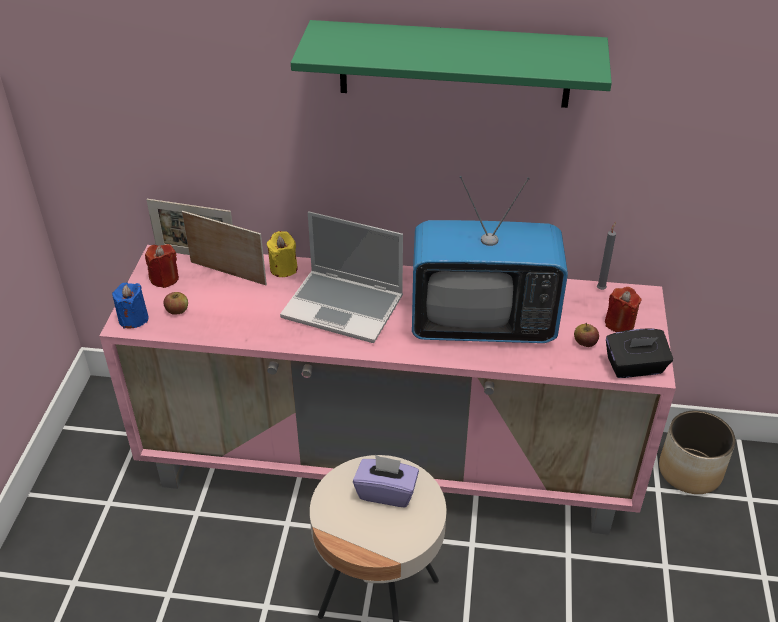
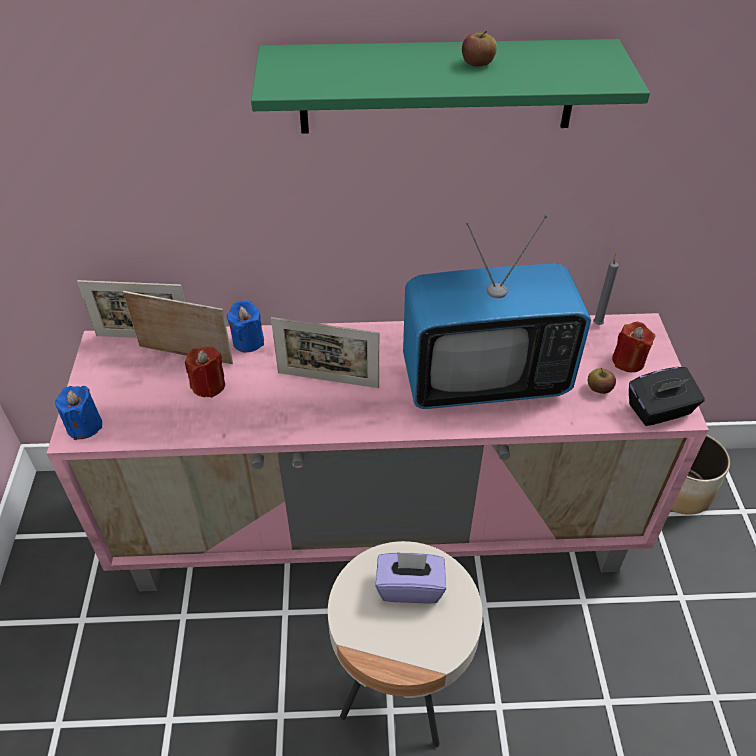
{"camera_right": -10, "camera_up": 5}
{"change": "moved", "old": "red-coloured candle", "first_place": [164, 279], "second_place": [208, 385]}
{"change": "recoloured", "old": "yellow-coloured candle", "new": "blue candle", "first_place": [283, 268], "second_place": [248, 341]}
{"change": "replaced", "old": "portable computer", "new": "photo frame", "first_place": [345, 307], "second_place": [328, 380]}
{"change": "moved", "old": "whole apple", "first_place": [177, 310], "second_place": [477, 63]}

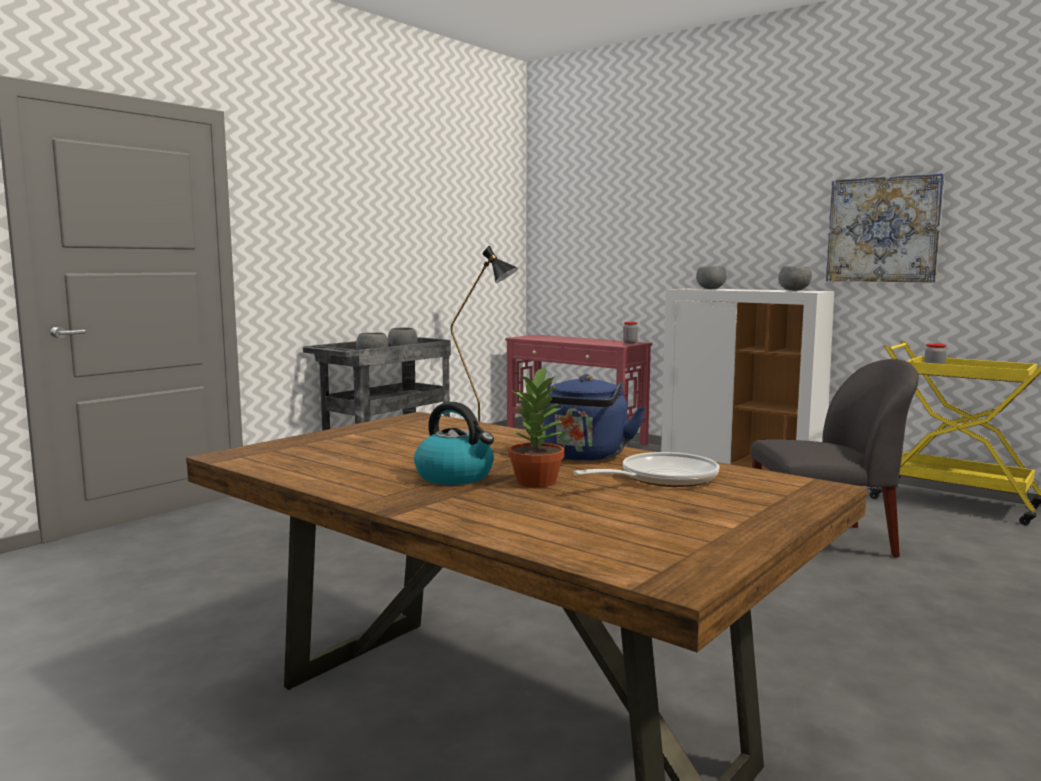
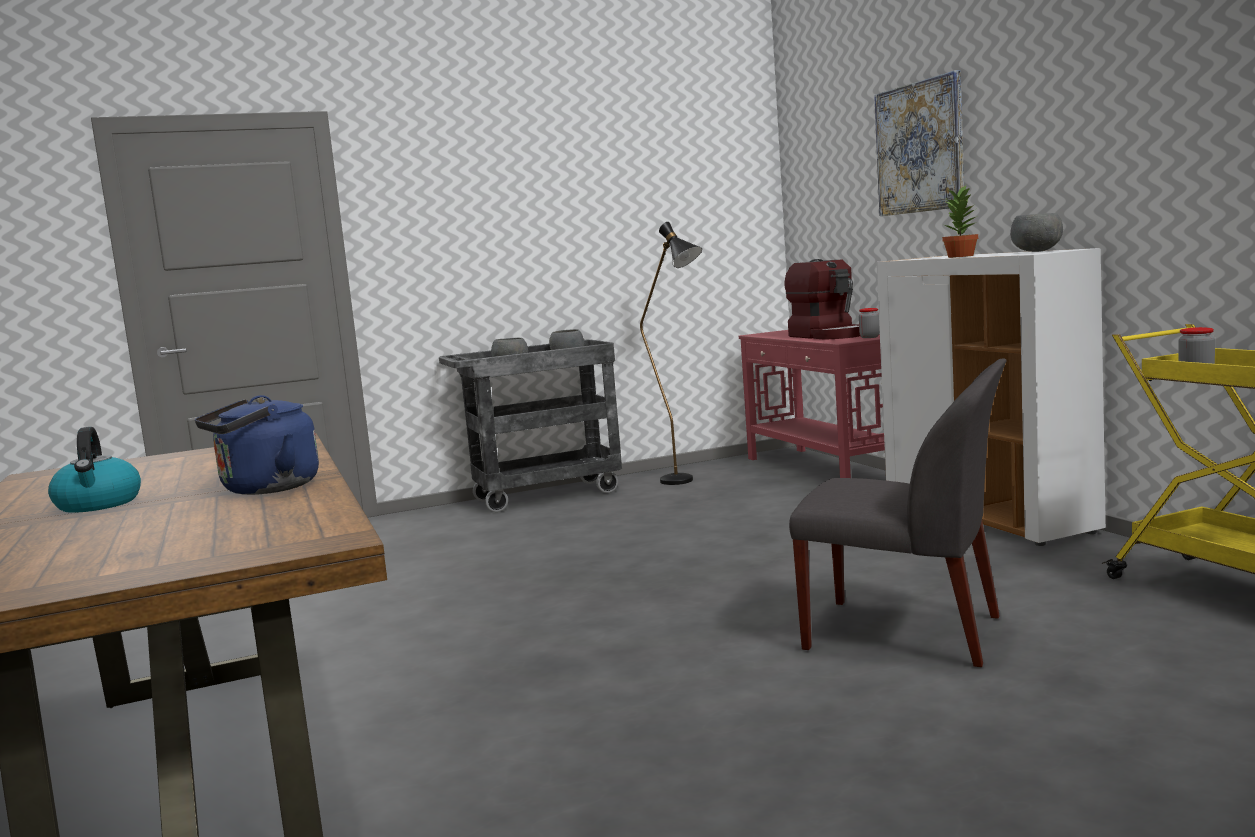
{"camera_right": 30, "camera_up": 0}
{"change": "added", "new": "coffee maker", "second_place": [828, 335]}
{"change": "moved", "old": "wall picture", "first_place": [883, 229], "second_place": [920, 148]}
{"change": "moved", "old": "potted plant", "first_place": [537, 482], "second_place": [961, 256]}
{"change": "removed", "old": "pan", "first_place": [661, 479]}
{"change": "removed", "old": "gray bowl", "first_place": [711, 289]}

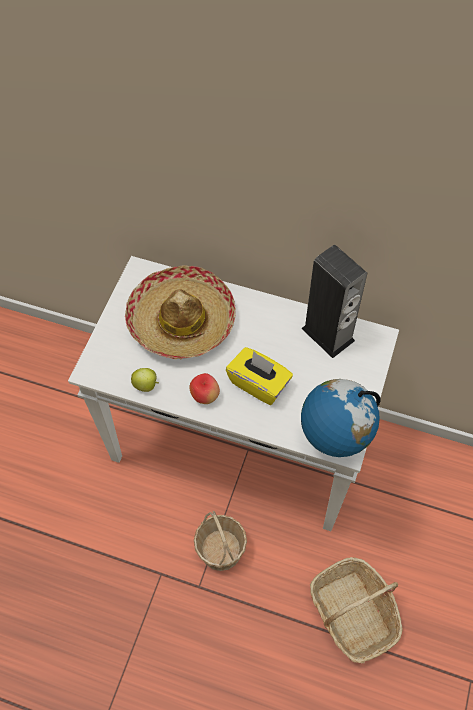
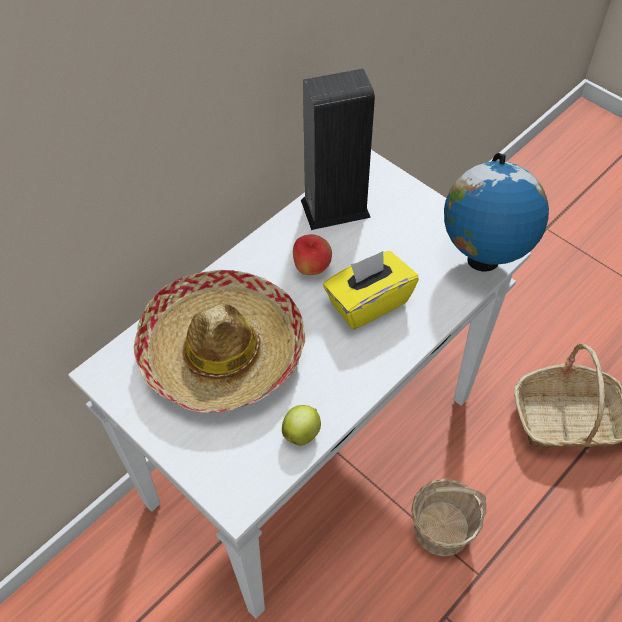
{"camera_right": -65, "camera_up": -5}
{"change": "moved", "old": "whole apple", "first_place": [205, 396], "second_place": [311, 268]}

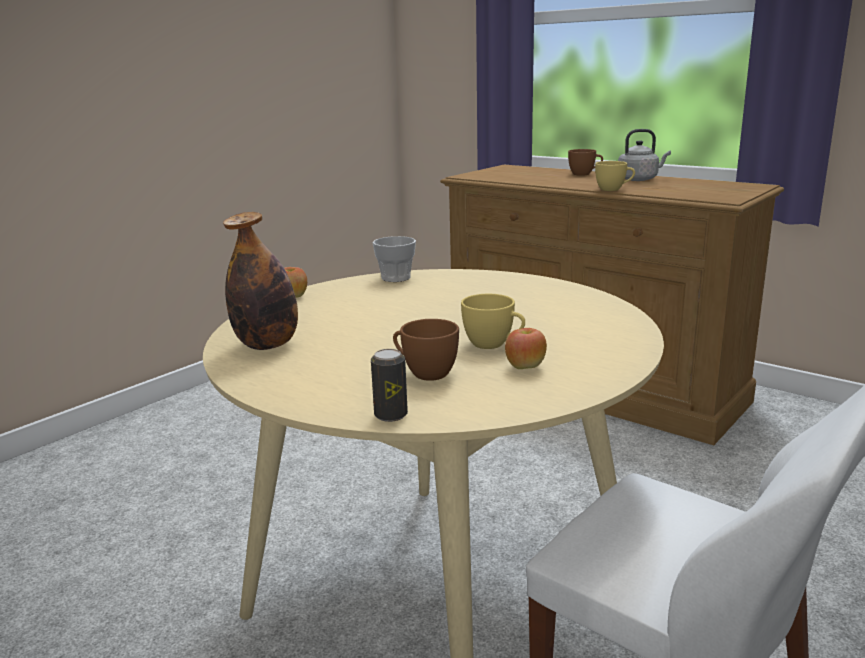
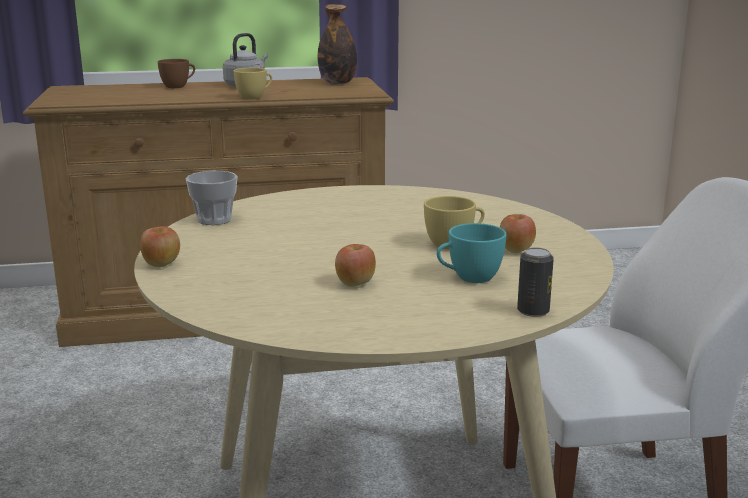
{"camera_right": -50, "camera_up": 0}
{"change": "moved", "old": "bottle", "first_place": [267, 345], "second_place": [337, 83]}
{"change": "added", "new": "whole apple", "second_place": [355, 284]}
{"change": "recoloured", "old": "brown-coloured small cup", "new": "blue-green small cup", "first_place": [424, 373], "second_place": [468, 278]}

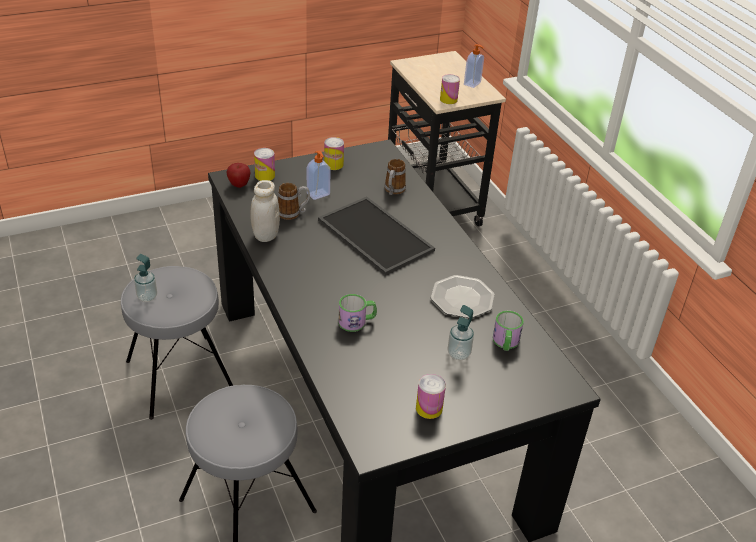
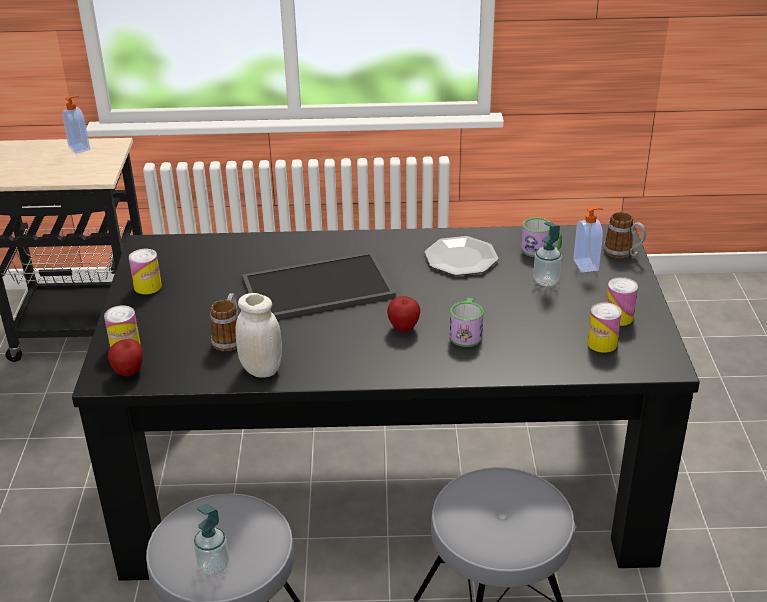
{"camera_right": -65, "camera_up": -5}
{"change": "added", "new": "whole apple", "second_place": [404, 328]}
{"change": "moved", "old": "liquid soap bottle", "first_place": [318, 194], "second_place": [586, 265]}
{"change": "moved", "old": "sealed can", "first_place": [448, 99], "second_place": [602, 343]}
{"change": "moved", "old": "coffee mug", "first_place": [393, 191], "second_place": [623, 253]}

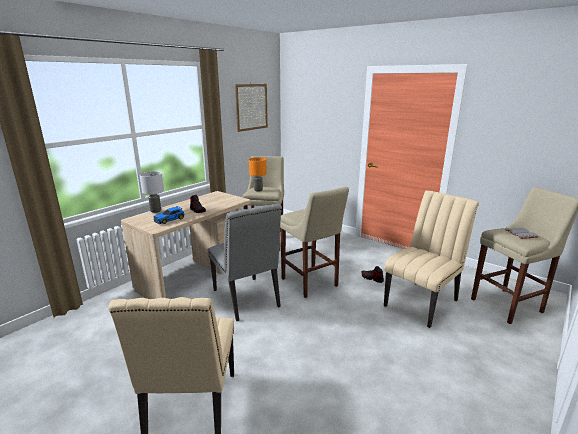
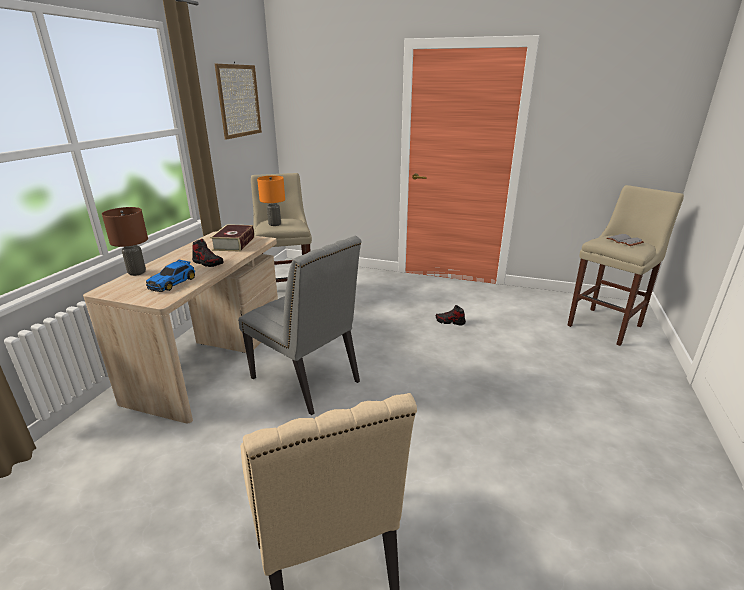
{"camera_right": -20, "camera_up": 5}
{"change": "recoloured", "old": "white tabletop lamp", "new": "brown-coloured tabletop lamp", "first_place": [156, 211], "second_place": [137, 273]}
{"change": "added", "new": "bound book", "second_place": [234, 243]}
{"change": "removed", "old": "sand-coloured sitting stool", "first_place": [310, 283]}
{"change": "removed", "old": "sand-coloured upright chair", "first_place": [421, 303]}

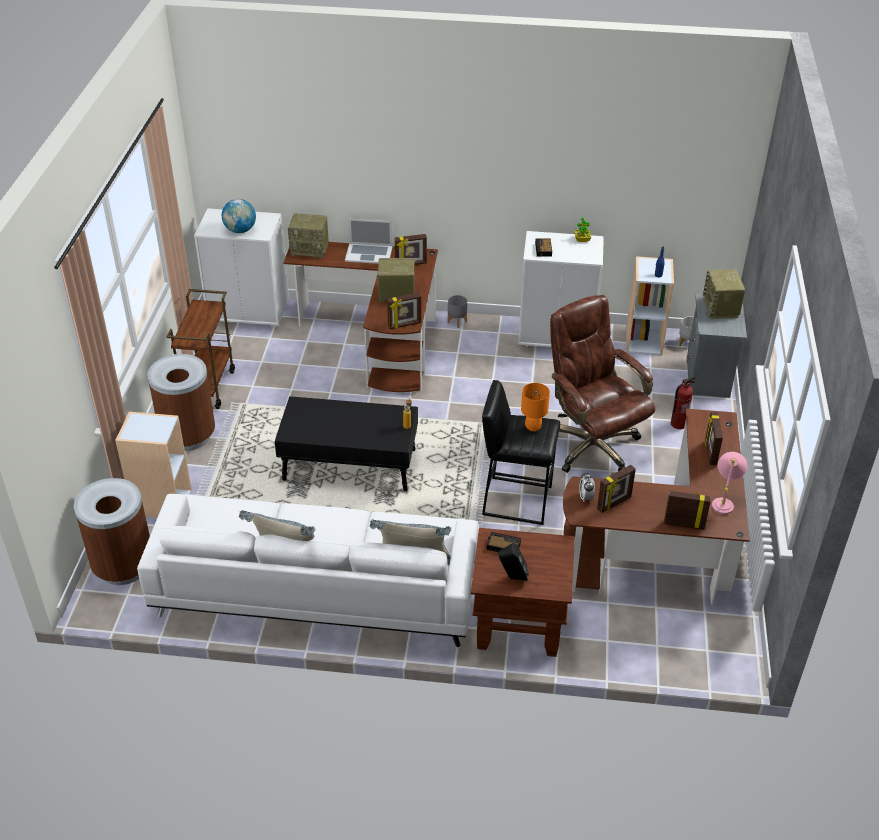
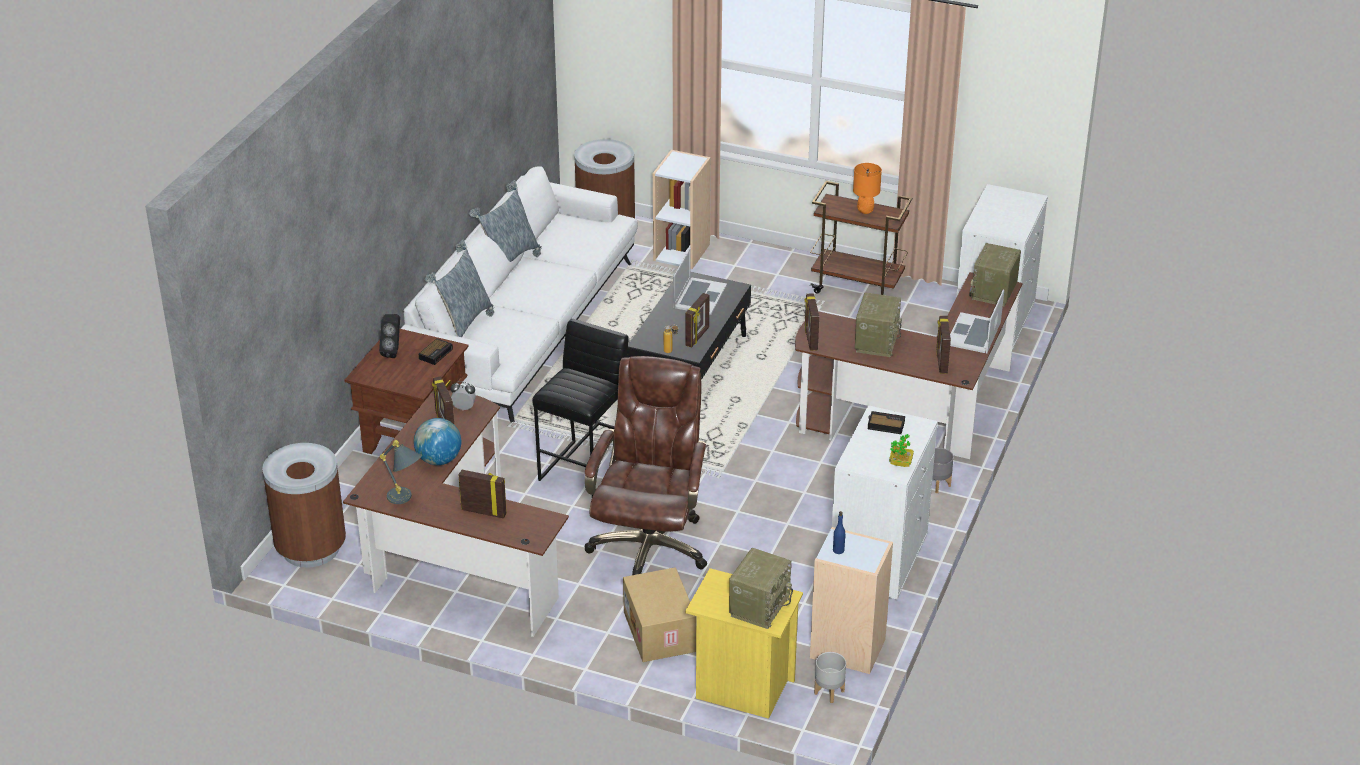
{"camera_right": 105, "camera_up": -5}
{"change": "moved", "old": "brown-coloured rubbish bin", "first_place": [188, 436], "second_place": [311, 548]}
{"change": "recoloured", "old": "pinkish tabletop lamp", "new": "gray tabletop lamp", "first_place": [724, 501], "second_place": [406, 500]}
{"change": "moved", "old": "globe", "first_place": [240, 230], "second_place": [439, 460]}
{"change": "turned", "old": "brown-coloured computer chair", "first_place": [592, 445], "second_place": [649, 547], "degrees": -60}
{"change": "replaced", "old": "extinguisher", "new": "cardboard box", "first_place": [678, 423], "second_place": [661, 632]}
{"change": "added", "new": "portable computer", "second_place": [699, 296]}
{"change": "moved", "old": "photo frame", "first_place": [684, 524], "second_place": [698, 337]}
{"change": "recoloured", "old": "gray night table", "new": "yellow-coloured night table", "first_place": [708, 379], "second_place": [741, 688]}
{"change": "turned", "old": "radio set", "first_place": [721, 308], "second_place": [759, 606], "degrees": 105}
{"change": "moved", "old": "orangey tabletop lamp", "first_place": [533, 427], "second_place": [866, 211]}

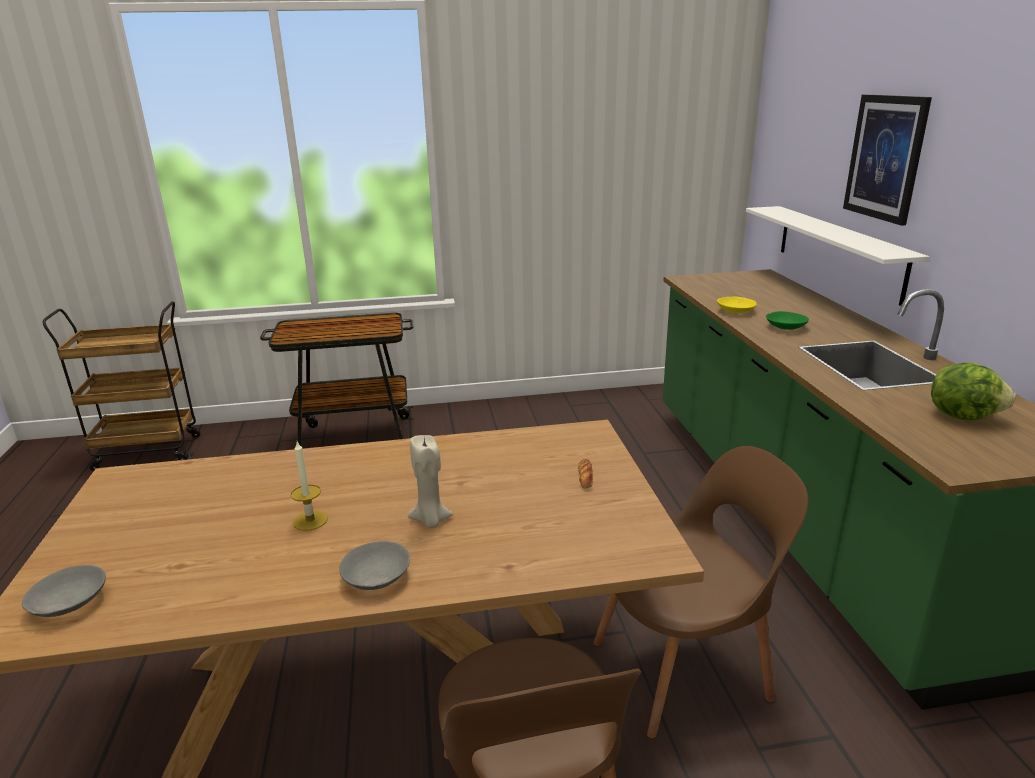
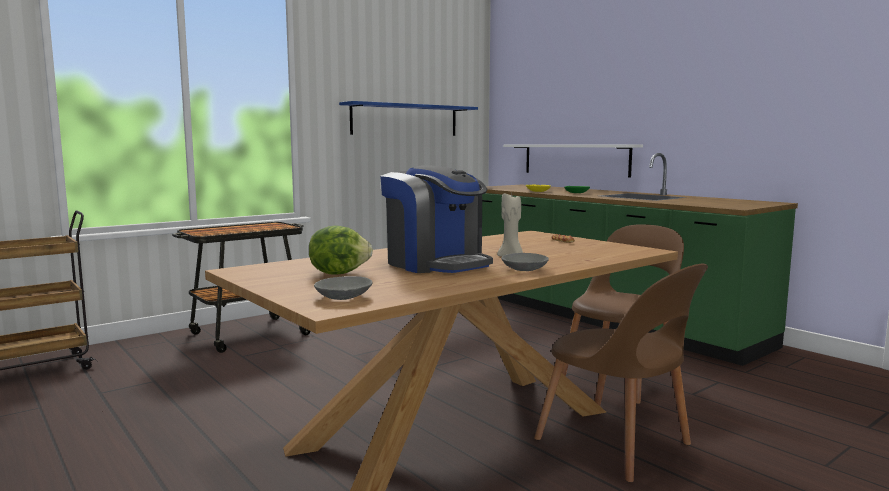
{"camera_right": -30, "camera_up": -15}
{"change": "moved", "old": "head of lettuce", "first_place": [962, 415], "second_place": [339, 273]}
{"change": "added", "new": "blue wall shelf", "second_place": [405, 120]}
{"change": "replaced", "old": "candle", "new": "coffee maker", "first_place": [310, 520], "second_place": [436, 264]}
{"change": "removed", "old": "wall picture", "first_place": [885, 157]}

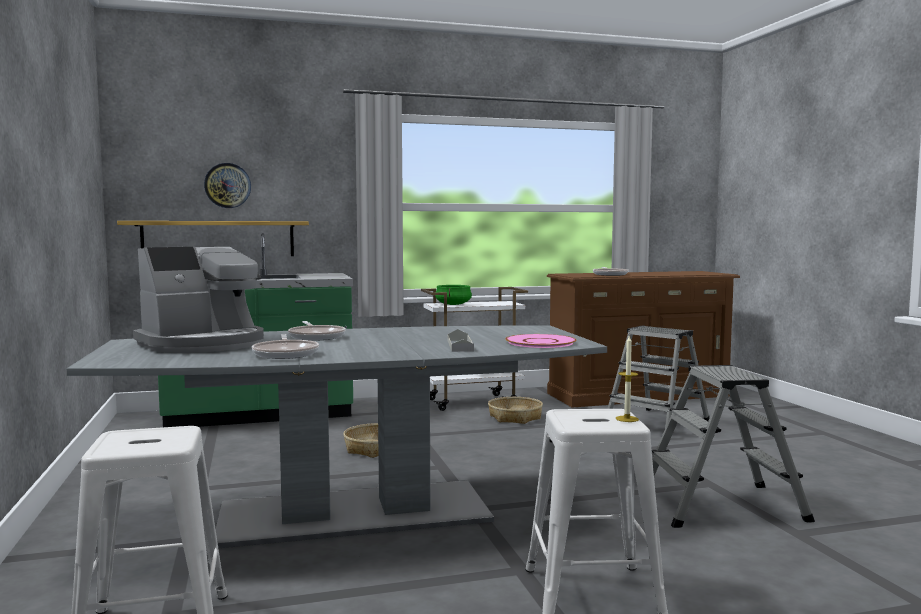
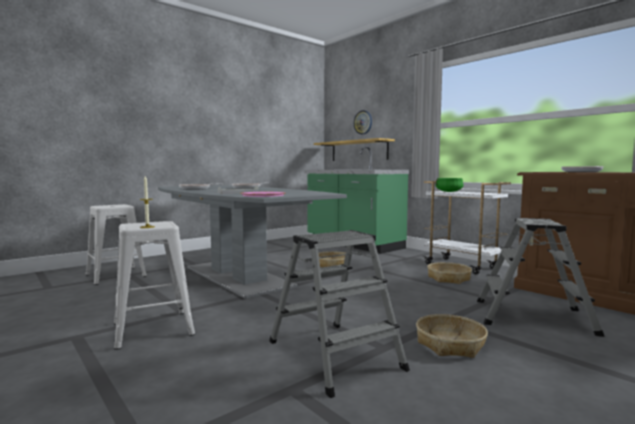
{"camera_right": 65, "camera_up": 0}
{"change": "added", "new": "household basket", "second_place": [450, 344]}
{"change": "removed", "old": "coffee maker", "first_place": [204, 344]}

